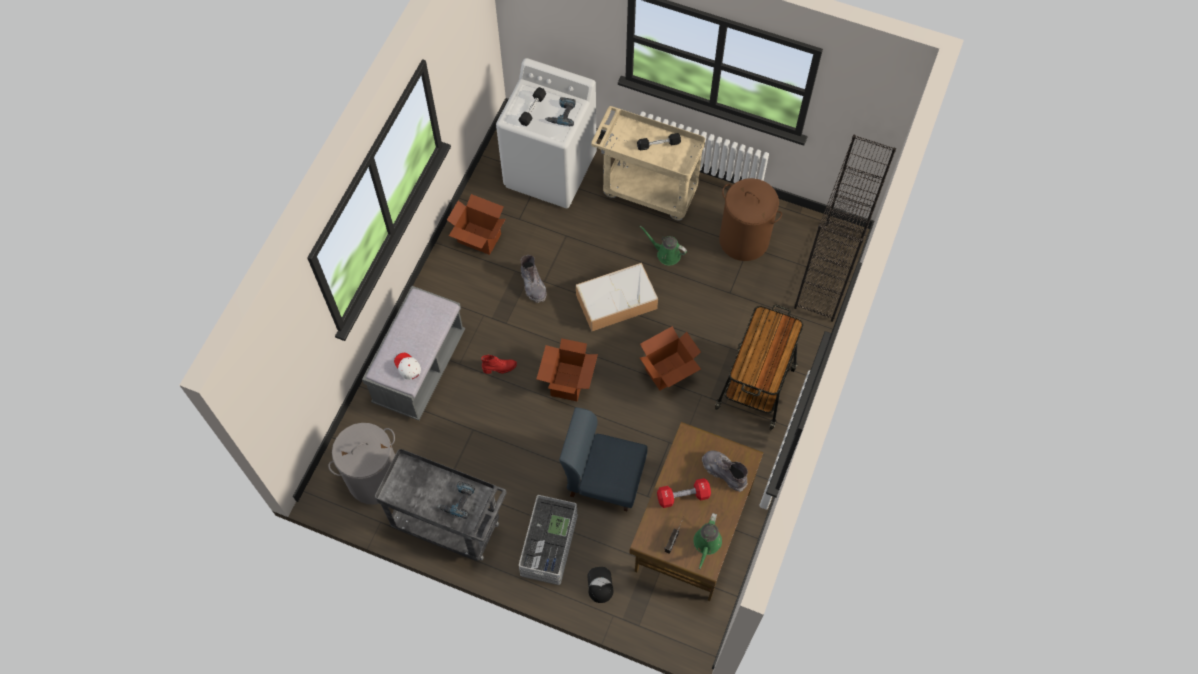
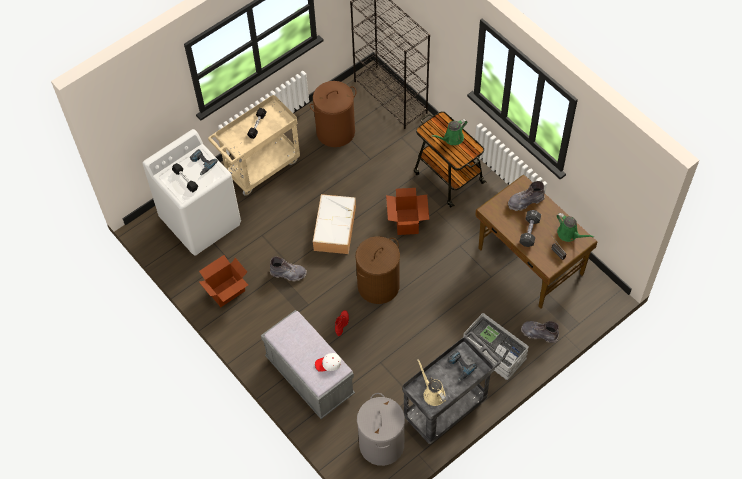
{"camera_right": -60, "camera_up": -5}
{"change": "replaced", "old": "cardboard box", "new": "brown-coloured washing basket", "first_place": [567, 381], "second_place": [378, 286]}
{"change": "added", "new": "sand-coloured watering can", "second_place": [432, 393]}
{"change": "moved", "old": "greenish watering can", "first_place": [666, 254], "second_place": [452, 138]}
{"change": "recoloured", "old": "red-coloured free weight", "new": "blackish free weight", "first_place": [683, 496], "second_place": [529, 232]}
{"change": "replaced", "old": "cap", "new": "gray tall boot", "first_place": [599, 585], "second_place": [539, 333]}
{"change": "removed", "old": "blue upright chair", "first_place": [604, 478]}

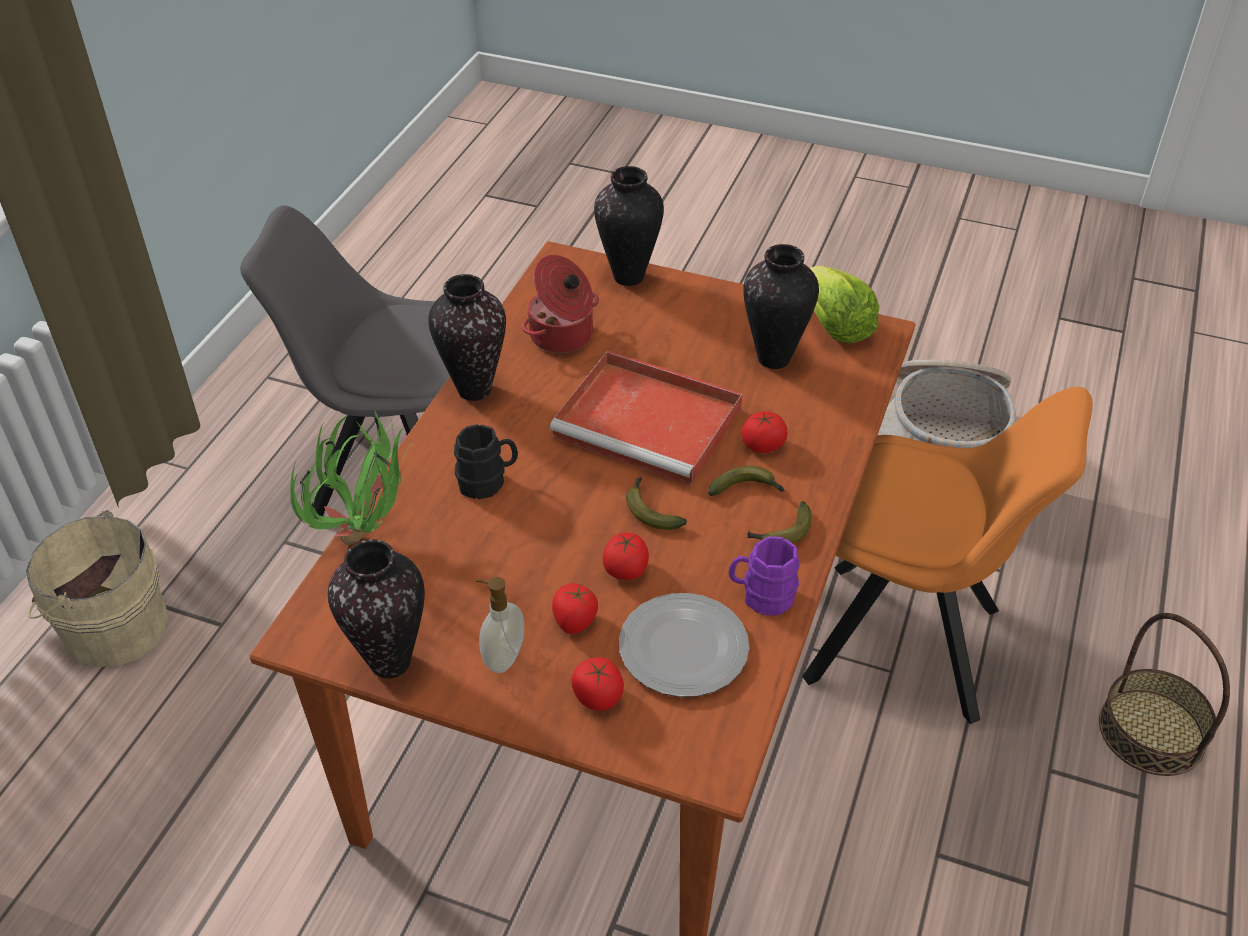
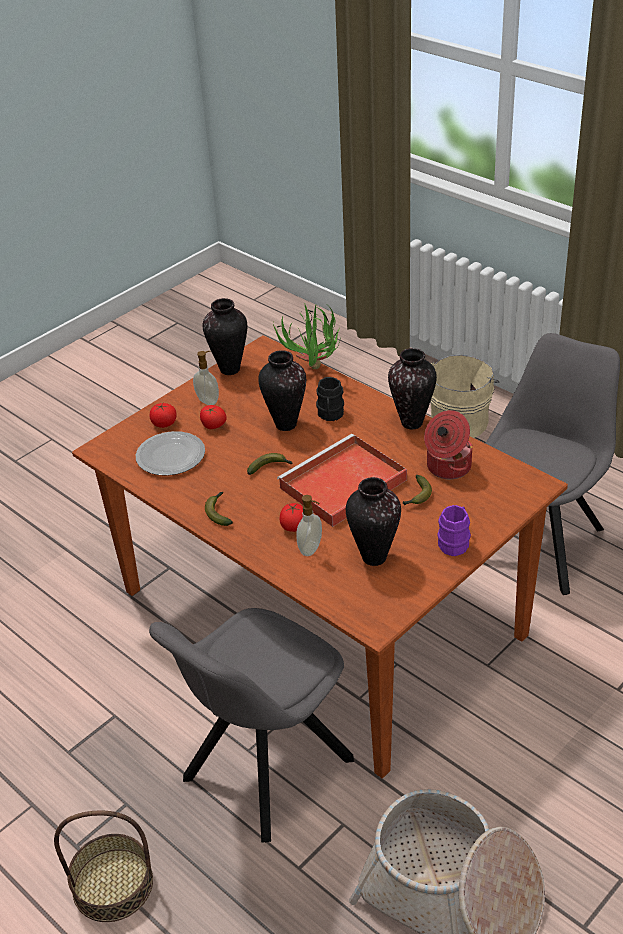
{"camera_right": 115, "camera_up": -5}
{"change": "recoloured", "old": "orangey upright chair", "new": "gray upright chair", "first_place": [905, 643], "second_place": [266, 769]}
{"change": "moved", "old": "flower vase", "first_place": [628, 277], "second_place": [285, 424]}
{"change": "added", "new": "liquid soap bottle", "second_place": [311, 549]}
{"change": "moved", "old": "whole banana", "first_place": [747, 489], "second_place": [417, 496]}
{"change": "moved", "old": "purple coffee mug", "first_place": [761, 596], "second_place": [455, 542]}
{"change": "removed", "old": "tomato", "first_place": [626, 569]}
{"change": "removed", "old": "head of lettuce", "first_place": [835, 326]}

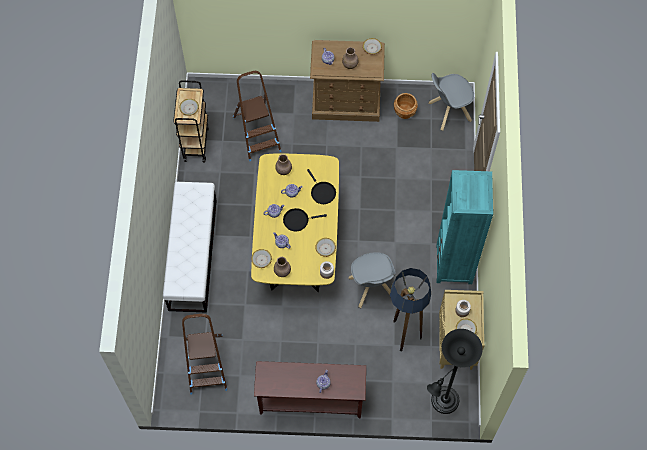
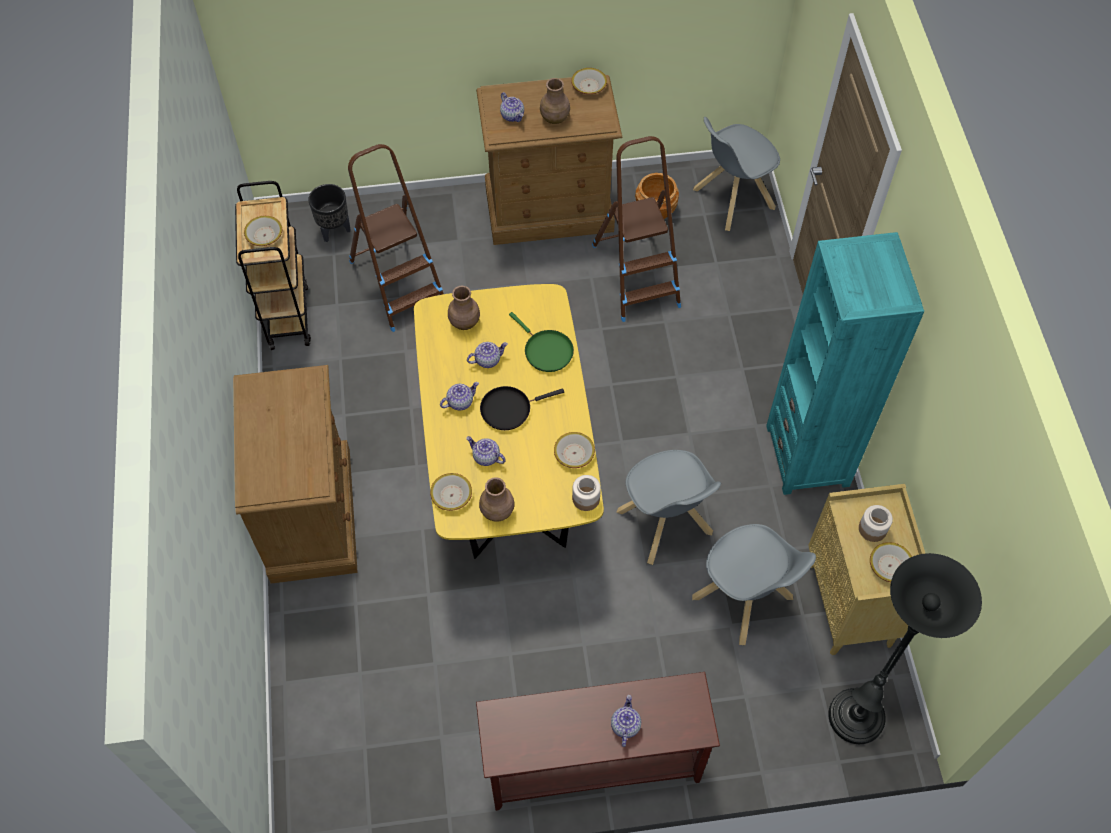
{"camera_right": -10, "camera_up": -5}
{"change": "replaced", "old": "white long seat", "new": "brown-coloured chest of drawers", "first_place": [193, 254], "second_place": [311, 514]}
{"change": "added", "new": "blackish plant pot", "second_place": [334, 230]}
{"change": "recoloured", "old": "blackish pan", "new": "greenish pan", "first_place": [322, 192], "second_place": [546, 351]}
{"change": "moved", "old": "brown-coloured step stool", "first_place": [206, 364], "second_place": [636, 276]}
{"change": "replaced", "old": "standing lamp", "new": "gray upright chair", "first_place": [403, 334], "second_place": [744, 600]}

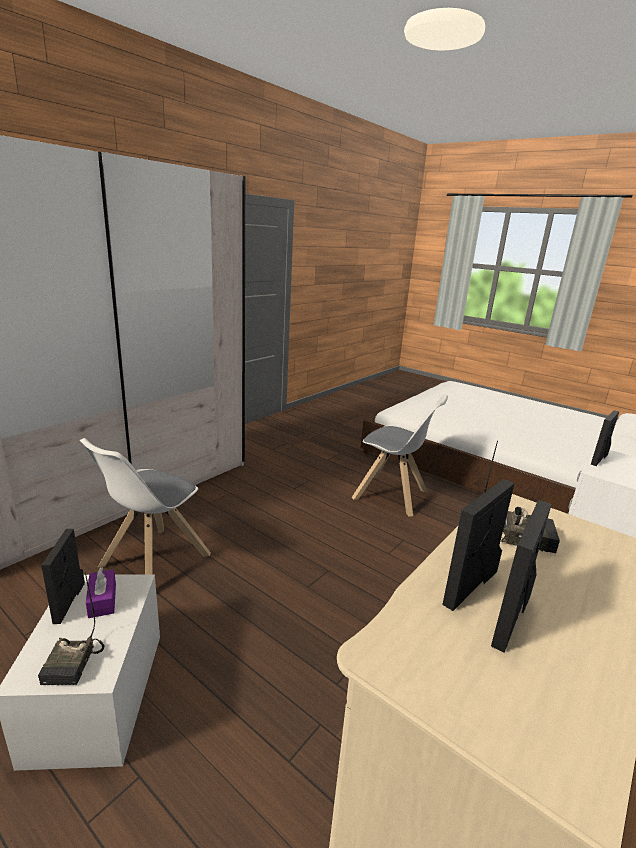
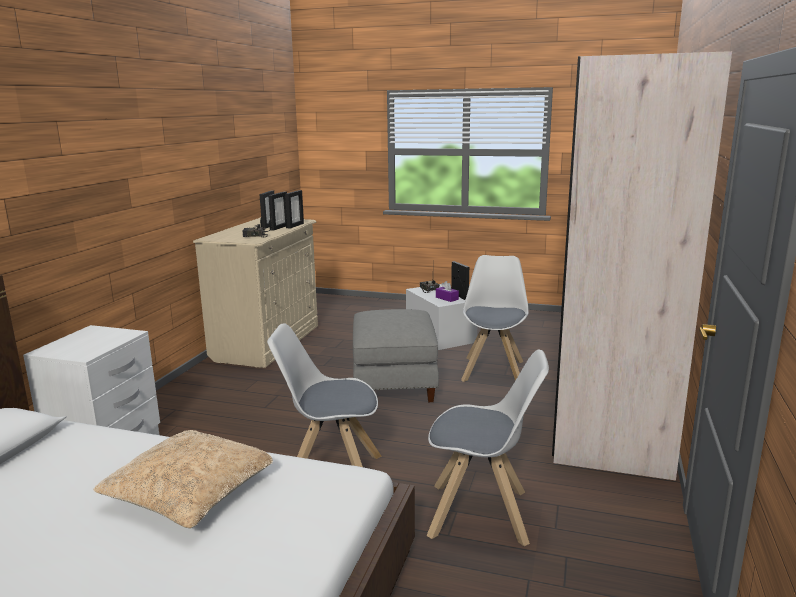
{"camera_right": 160, "camera_up": -5}
{"change": "added", "new": "sand-coloured pillow", "second_place": [191, 491]}
{"change": "moved", "old": "photo frame", "first_place": [599, 459], "second_place": [295, 225]}
{"change": "added", "new": "gray pouffe", "second_place": [393, 383]}
{"change": "added", "new": "upright chair", "second_place": [482, 514]}

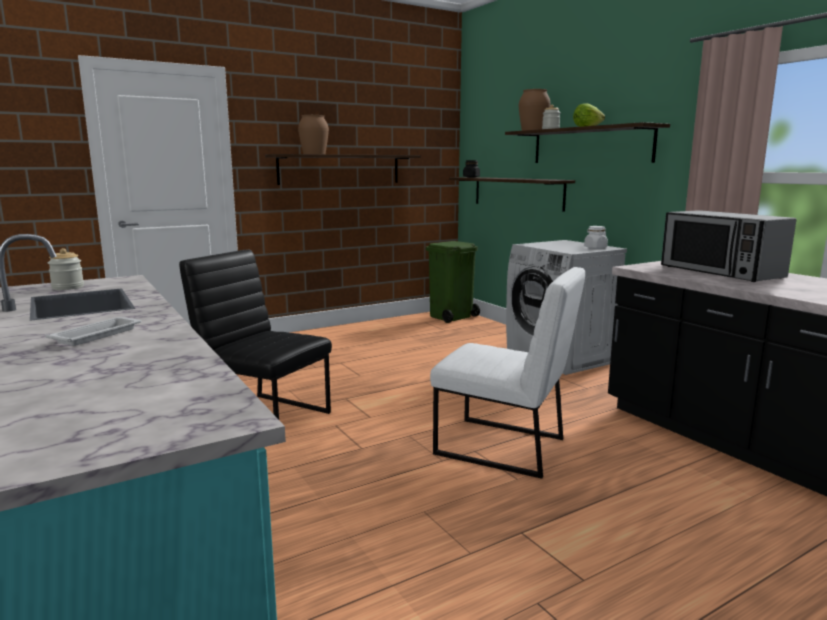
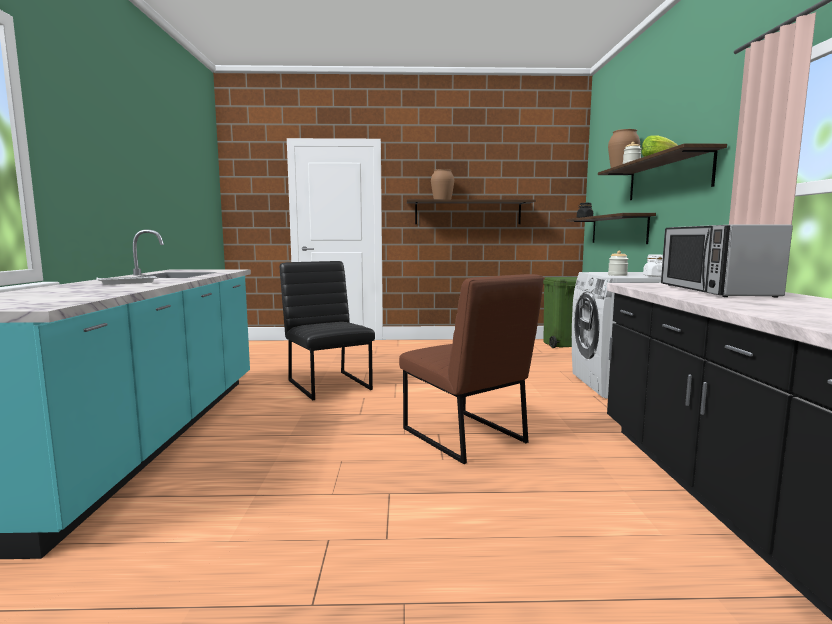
{"camera_right": 30, "camera_up": -5}
{"change": "recoloured", "old": "white upright chair", "new": "brown-coloured upright chair", "first_place": [503, 447], "second_place": [465, 436]}
{"change": "moved", "old": "preserve jar", "first_place": [68, 287], "second_place": [617, 275]}

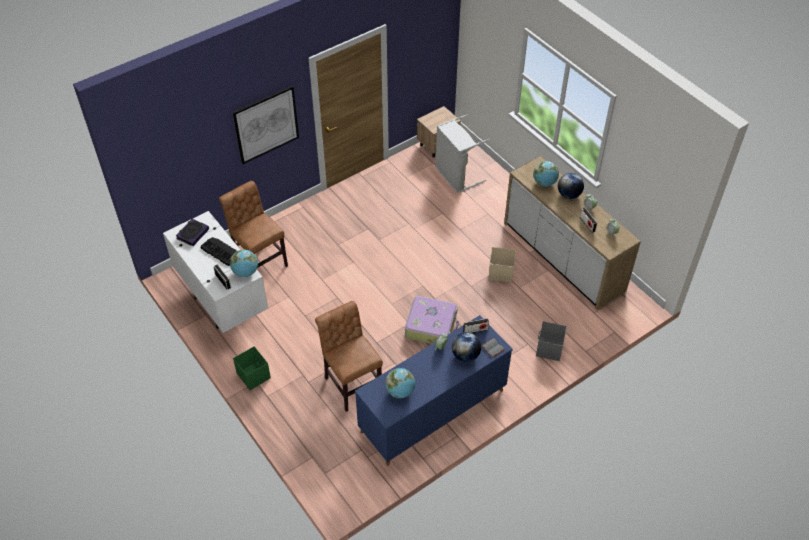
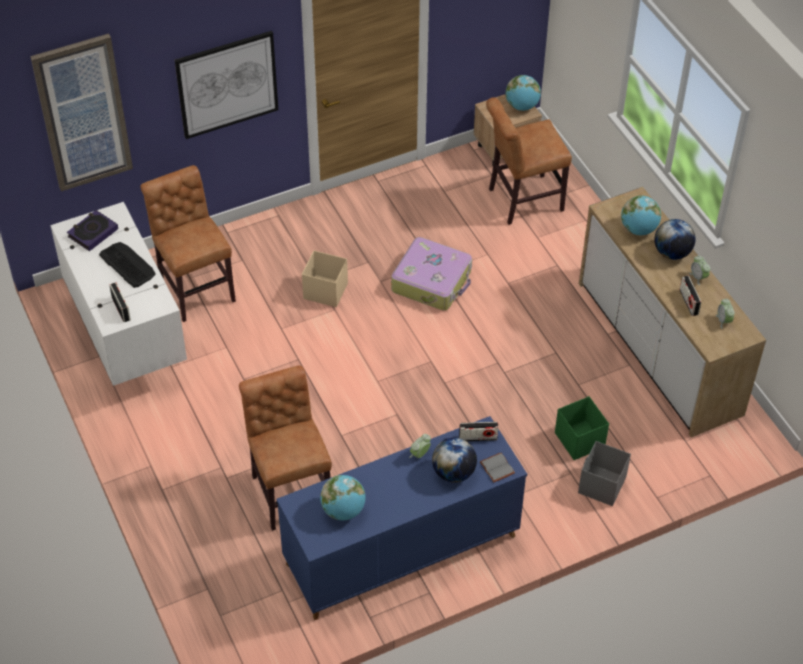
{"camera_right": 10, "camera_up": 0}
{"change": "added", "new": "wall picture", "second_place": [83, 113]}
{"change": "moved", "old": "sand-coloured storage box", "first_place": [500, 272], "second_place": [325, 291]}
{"change": "moved", "old": "piece of luggage", "first_place": [431, 325], "second_place": [432, 281]}
{"change": "replaced", "old": "gray washing basket", "new": "brown-coloured upright chair", "first_place": [456, 176], "second_place": [521, 201]}
{"change": "moved", "old": "globe", "first_place": [245, 272], "second_place": [522, 106]}
{"change": "moved", "old": "greenish storage box", "first_place": [253, 375], "second_place": [579, 439]}

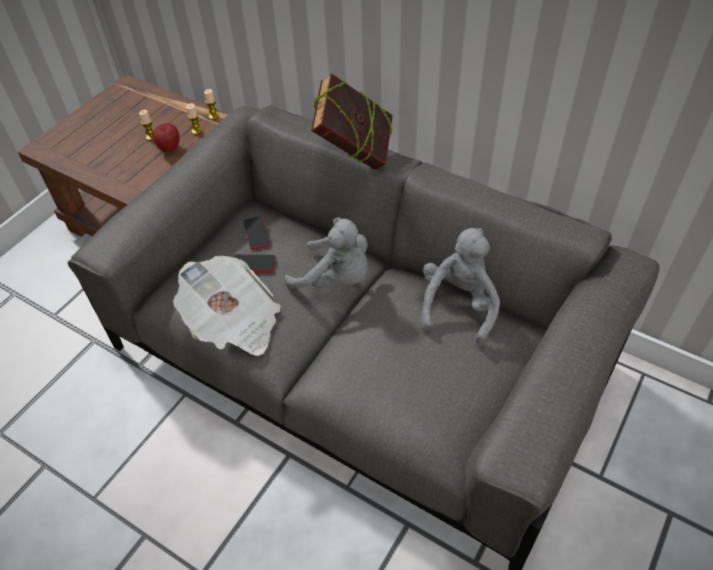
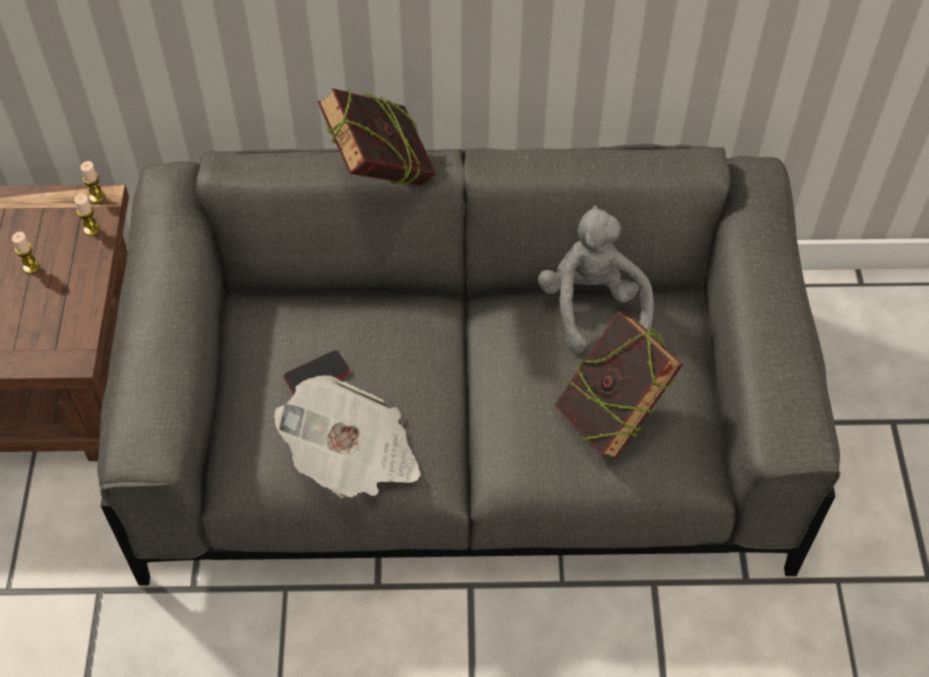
{"camera_right": -35, "camera_up": 5}
{"change": "added", "new": "bound book", "second_place": [611, 415]}
{"change": "removed", "old": "whole apple", "first_place": [170, 149]}
{"change": "removed", "old": "handset", "first_place": [257, 233]}
{"change": "removed", "old": "gray cuddly toy", "first_place": [335, 279]}

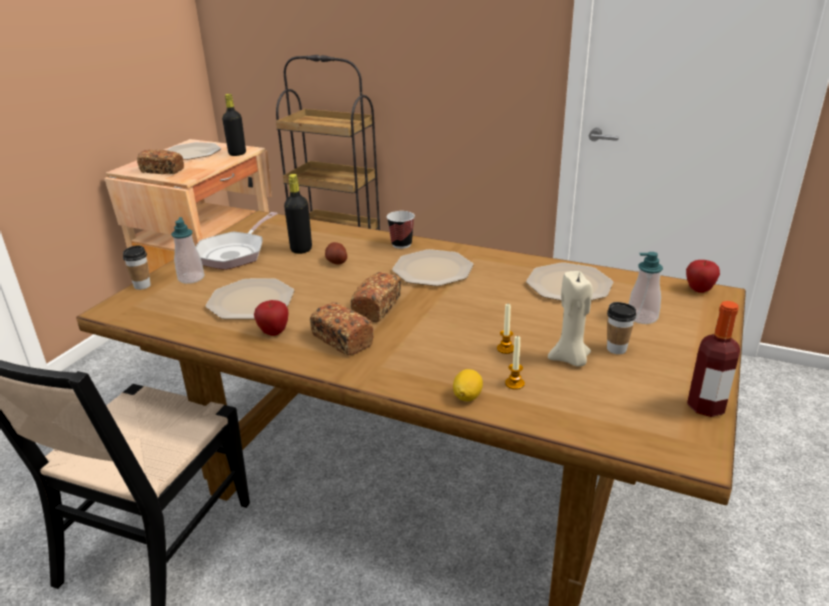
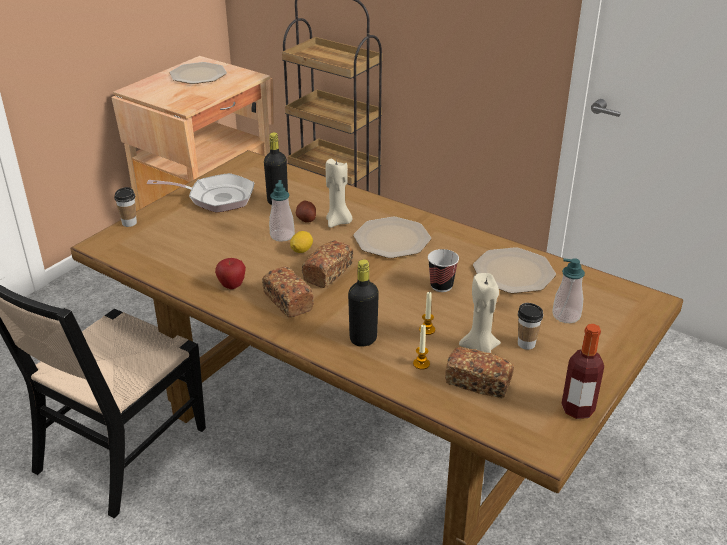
{"camera_right": 10, "camera_up": 5}
{"change": "turned", "old": "pan", "first_place": [234, 253], "second_place": [216, 198], "degrees": -120}
{"change": "moved", "old": "liquid soap bottle", "first_place": [191, 278], "second_place": [282, 235]}
{"change": "moved", "old": "lemon", "first_place": [467, 396], "second_place": [301, 250]}
{"change": "added", "new": "sand-coloured candle", "second_place": [338, 222]}
{"change": "moved", "old": "blackish bottle", "first_place": [237, 154], "second_place": [363, 339]}
{"change": "moved", "old": "small cup", "first_place": [401, 244], "second_place": [441, 286]}
{"change": "moved", "old": "bread", "first_place": [162, 171], "second_place": [478, 382]}
{"change": "removed", "old": "dinner plate", "first_place": [252, 300]}
{"change": "removed", "old": "whole apple", "first_place": [699, 290]}

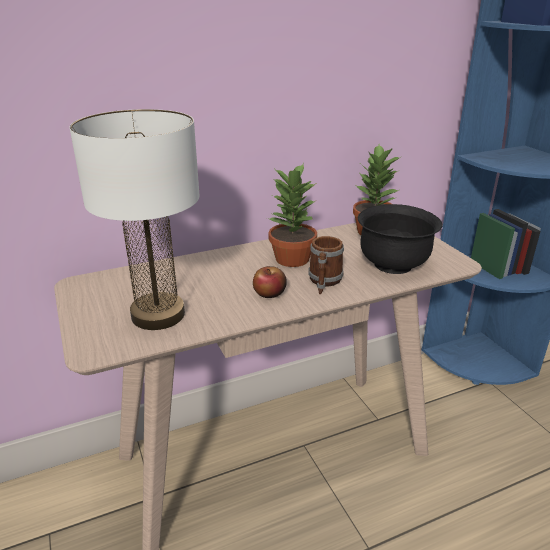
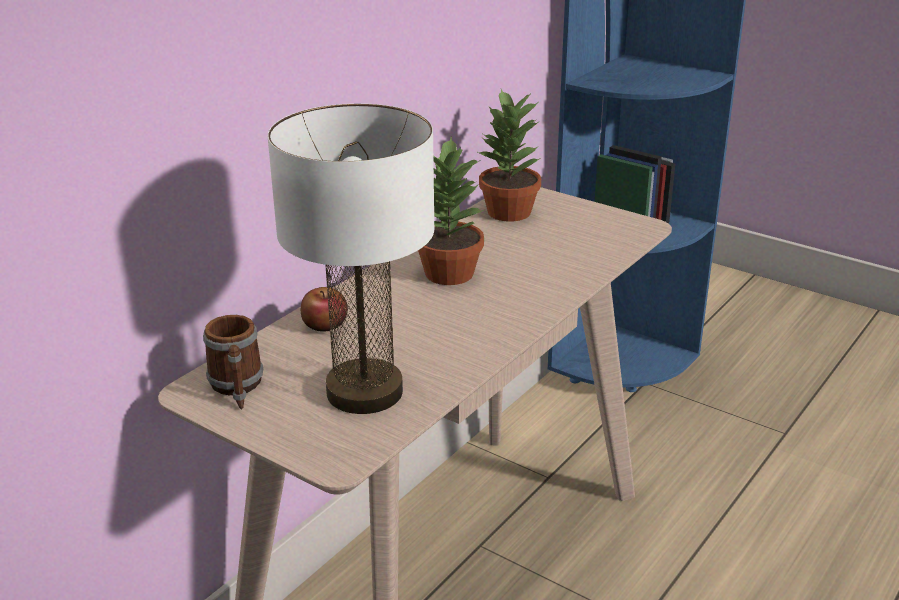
{"camera_right": -30, "camera_up": 0}
{"change": "moved", "old": "coffee mug", "first_place": [324, 282], "second_place": [237, 388]}
{"change": "moved", "old": "whole apple", "first_place": [270, 293], "second_place": [325, 325]}
{"change": "removed", "old": "blackish bowl", "first_place": [393, 265]}

